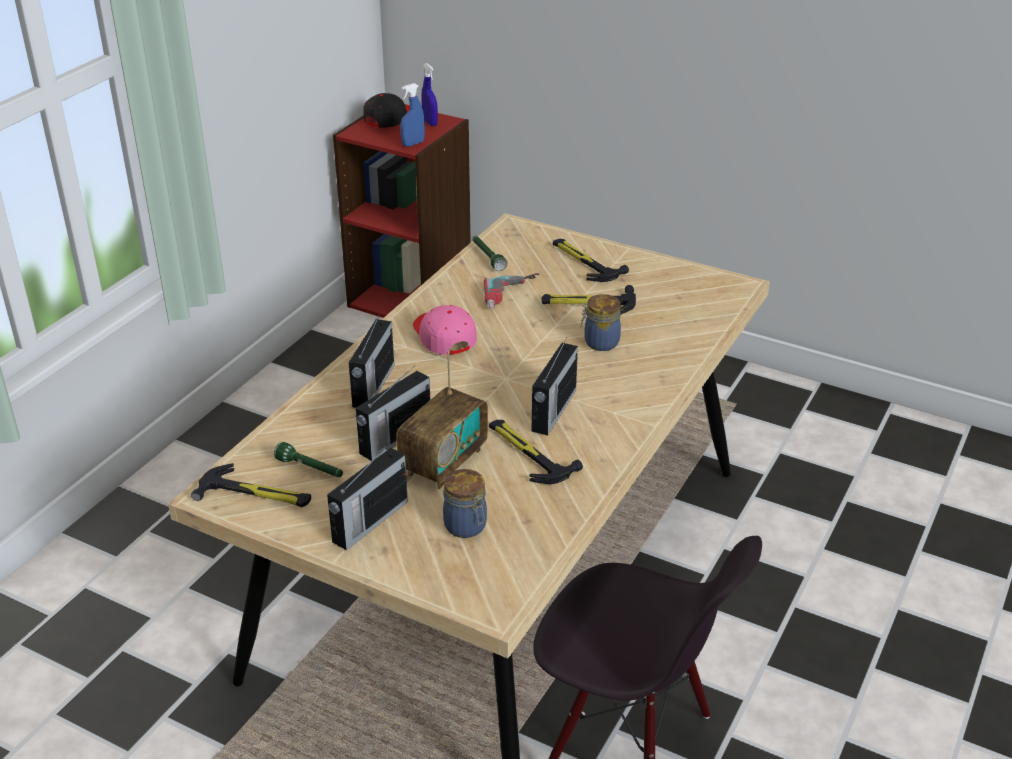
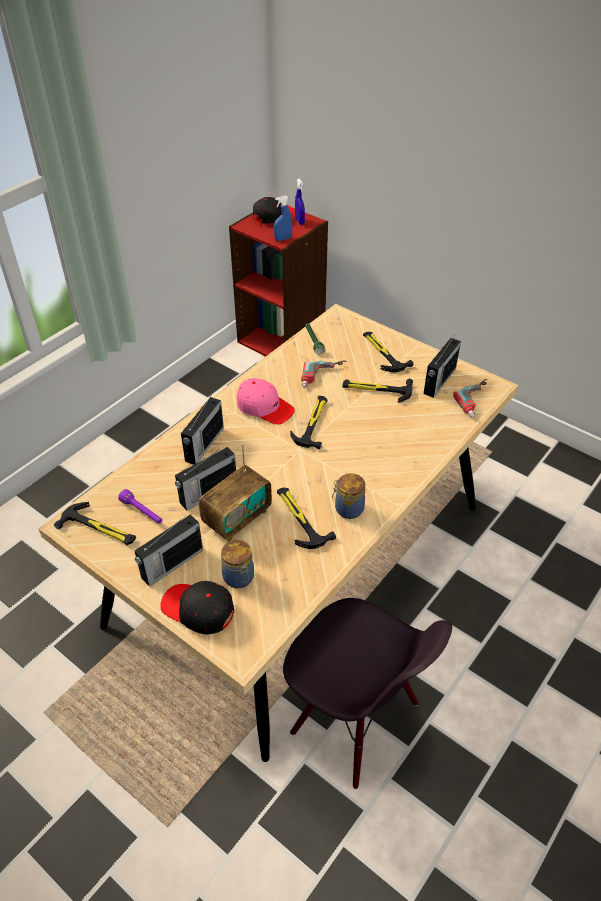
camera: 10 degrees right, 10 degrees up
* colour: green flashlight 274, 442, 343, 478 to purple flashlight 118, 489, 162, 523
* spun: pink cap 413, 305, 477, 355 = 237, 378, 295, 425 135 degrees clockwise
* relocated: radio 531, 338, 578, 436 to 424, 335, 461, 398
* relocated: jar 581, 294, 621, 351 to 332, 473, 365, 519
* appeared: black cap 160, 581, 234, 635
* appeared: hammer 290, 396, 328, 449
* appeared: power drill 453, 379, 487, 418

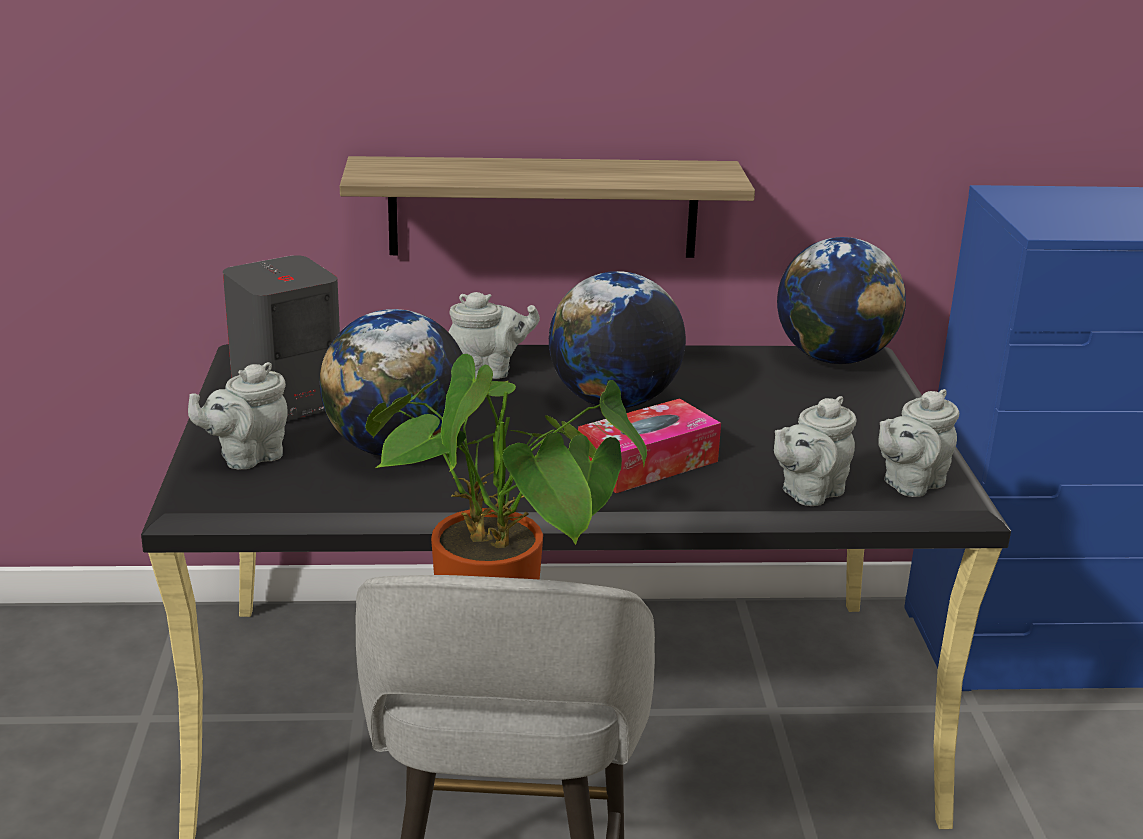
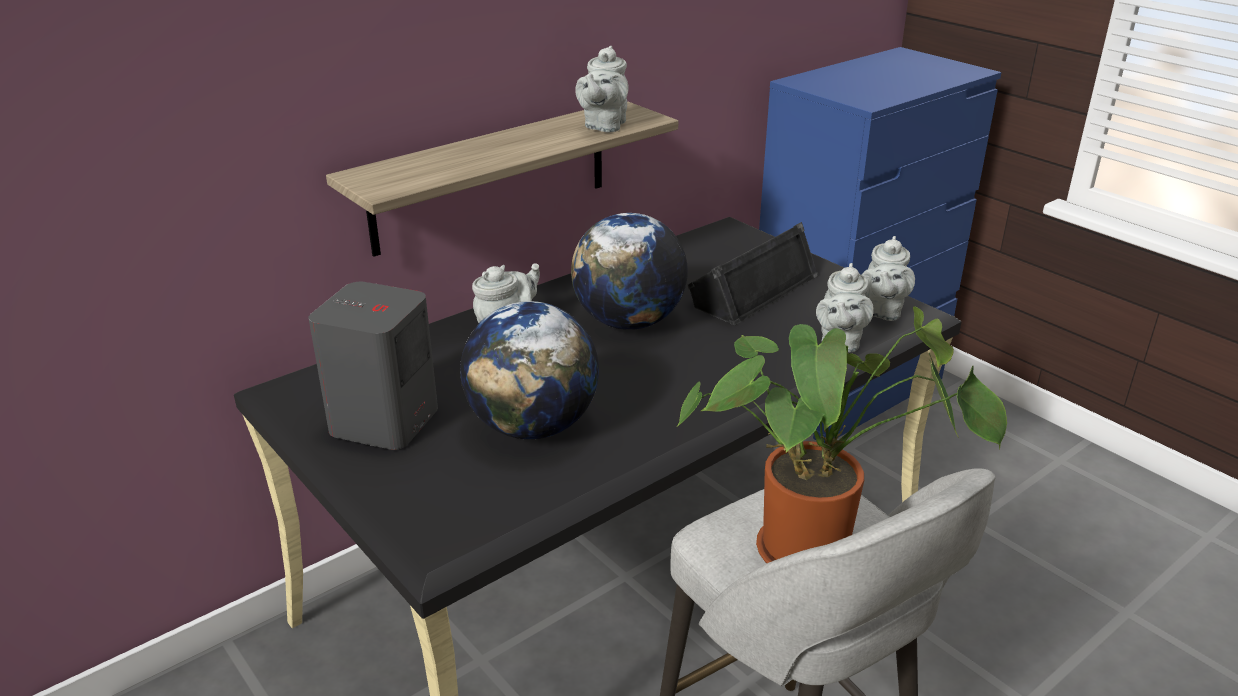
camera: 35 degrees left, 5 degrees up
* relocated: grey teapot 188, 362, 288, 470 to 575, 46, 629, 133
* missing: tissue box 578, 398, 721, 493
* missing: globe 777, 237, 906, 364
* appeared: black speaker 688, 222, 819, 326

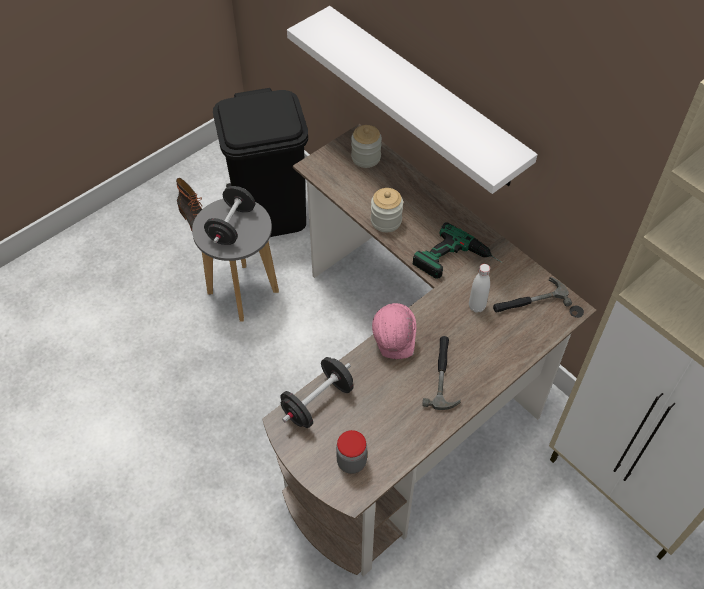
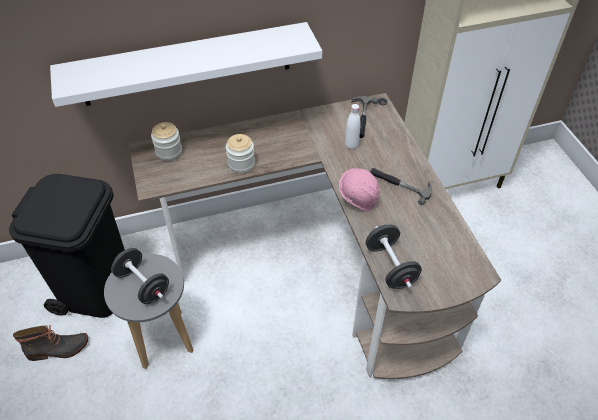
camera: 65 degrees left, 5 degrees down
* missing: jar 336, 430, 367, 474
* missing: power drill 413, 222, 501, 279

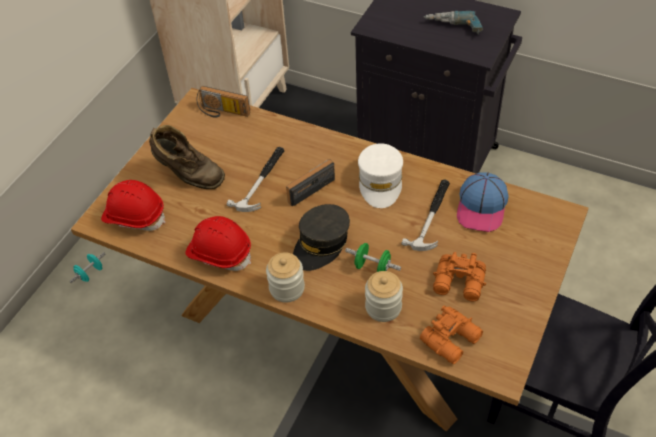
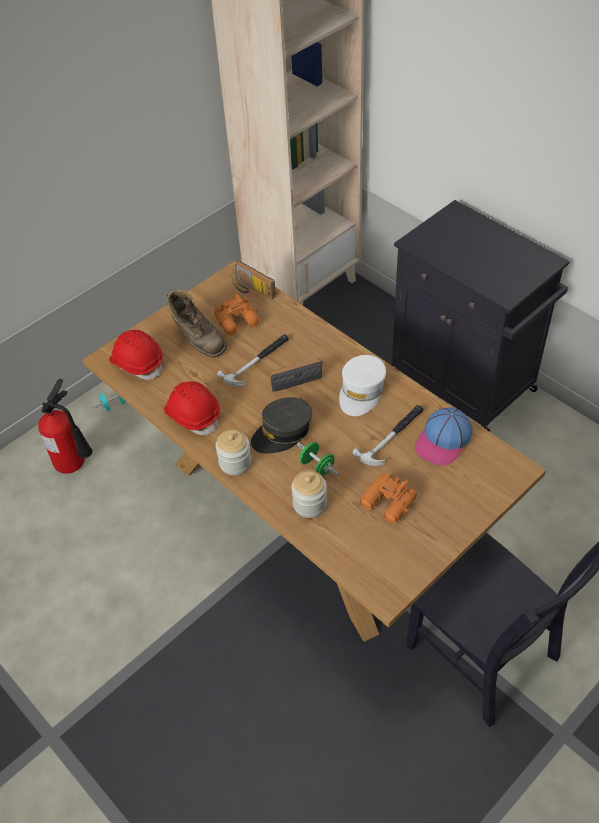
camera: 20 degrees right, 0 degrees up
* relocated: orange binoculars 420, 305, 483, 364 to 214, 293, 260, 335
* missing: power drill 424, 11, 483, 34
* appeared: fire extinguisher 38, 379, 93, 474

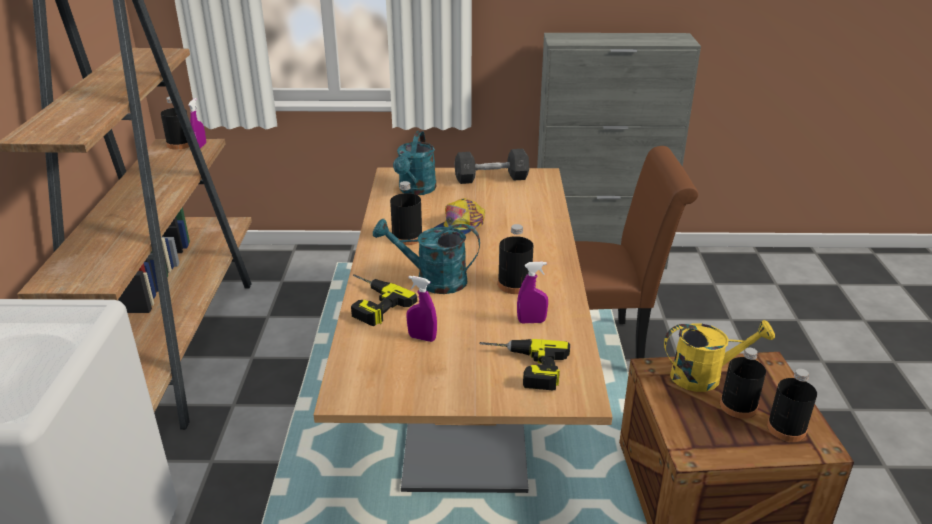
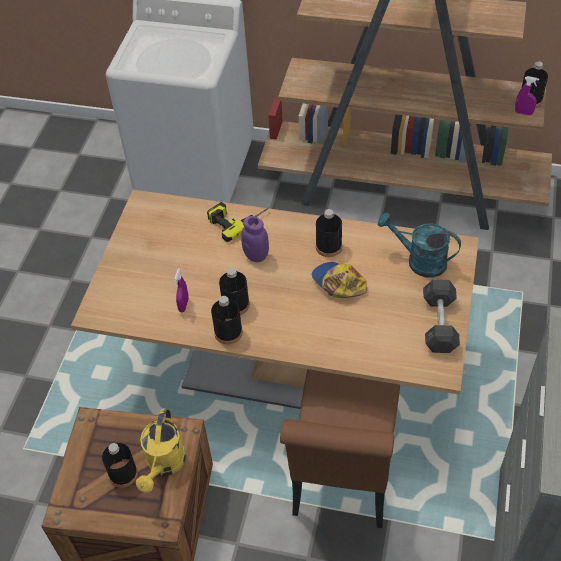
camera: 105 degrees right, 20 degrees up
* exchanged: turquoise watering can 373, 219, 480, 294 to purple jar 241, 216, 269, 262
* missing: purple spray bottle 406, 276, 437, 342
* missing: power drill 479, 339, 570, 390
* relocated: black bottle 767, 369, 817, 442 to 211, 296, 243, 345

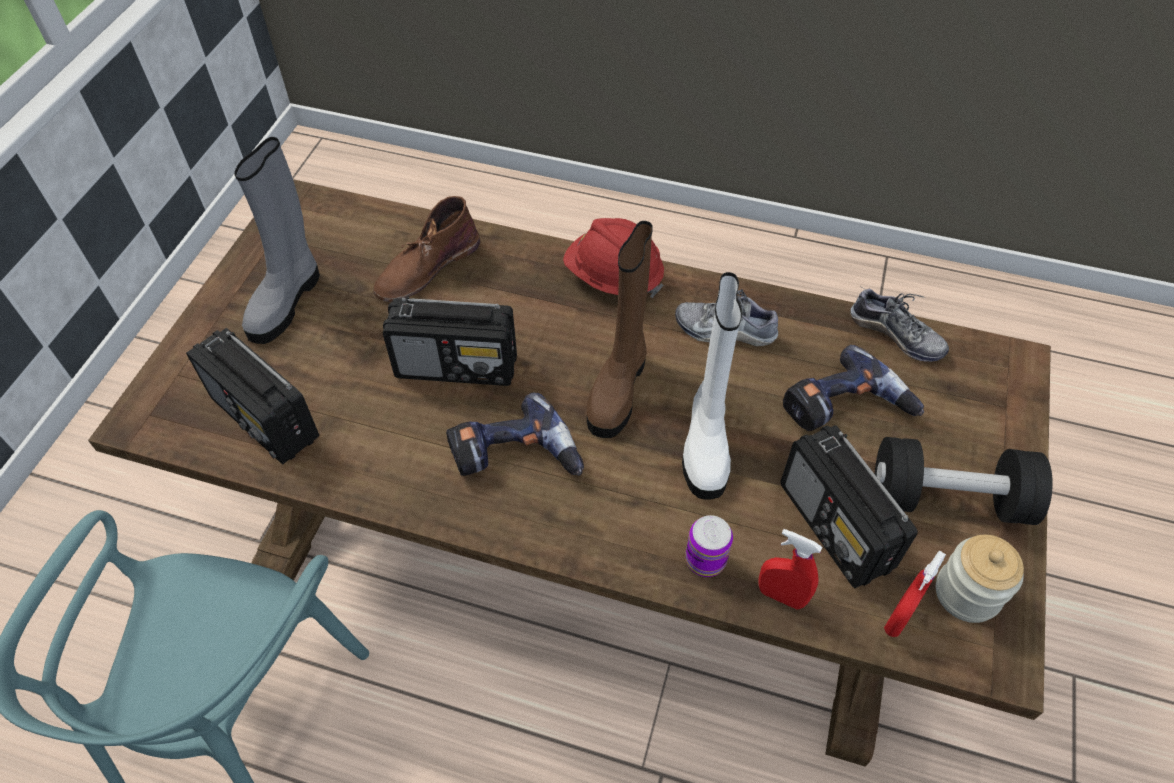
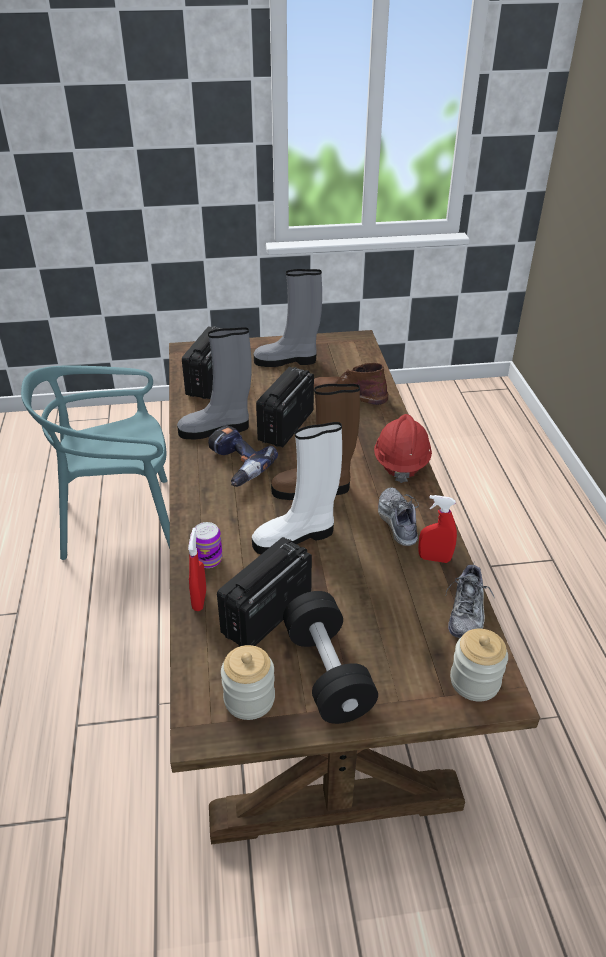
camera: 65 degrees right, 15 degrees down
* spun: radio 383, 296, 517, 386 = 256, 367, 314, 447 45 degrees clockwise
* missing: power drill 783, 345, 924, 431
* relocated: red spray bottle 884, 550, 946, 637 to 418, 495, 457, 563
* appeared: grey boot 177, 327, 252, 439
* appeared: jar 450, 629, 508, 702

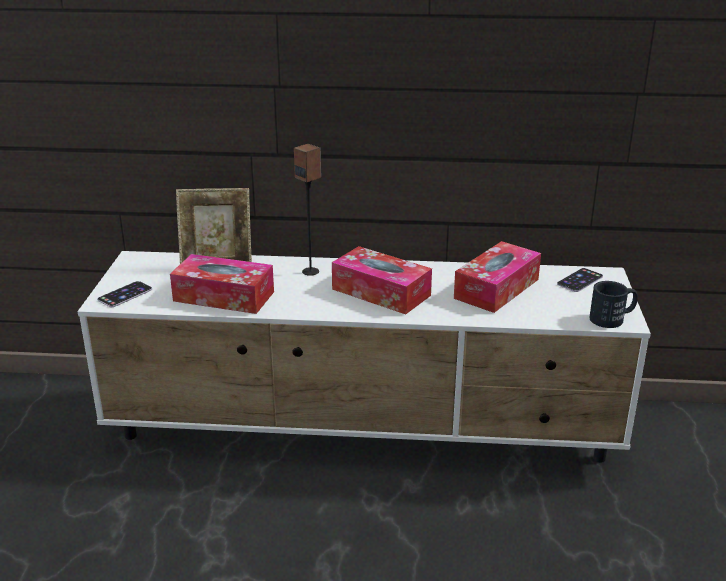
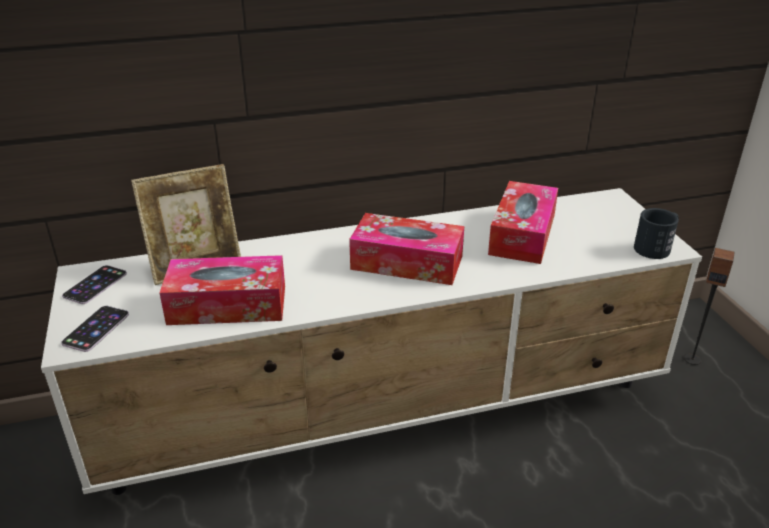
camera: 20 degrees left, 5 degrees up
* relocated: speaker 294, 144, 321, 276 to 684, 248, 735, 365
* relocated: phone 557, 268, 603, 292 to 62, 265, 127, 304

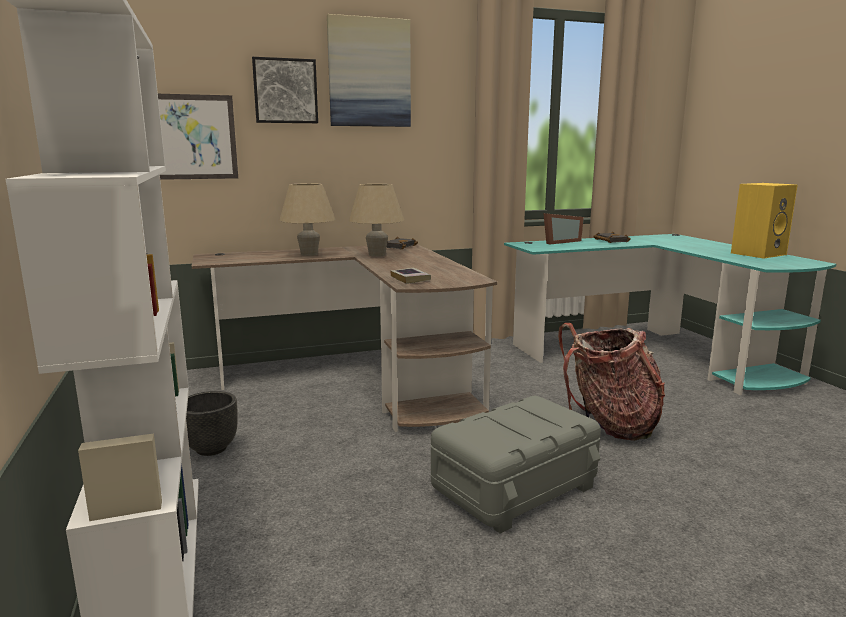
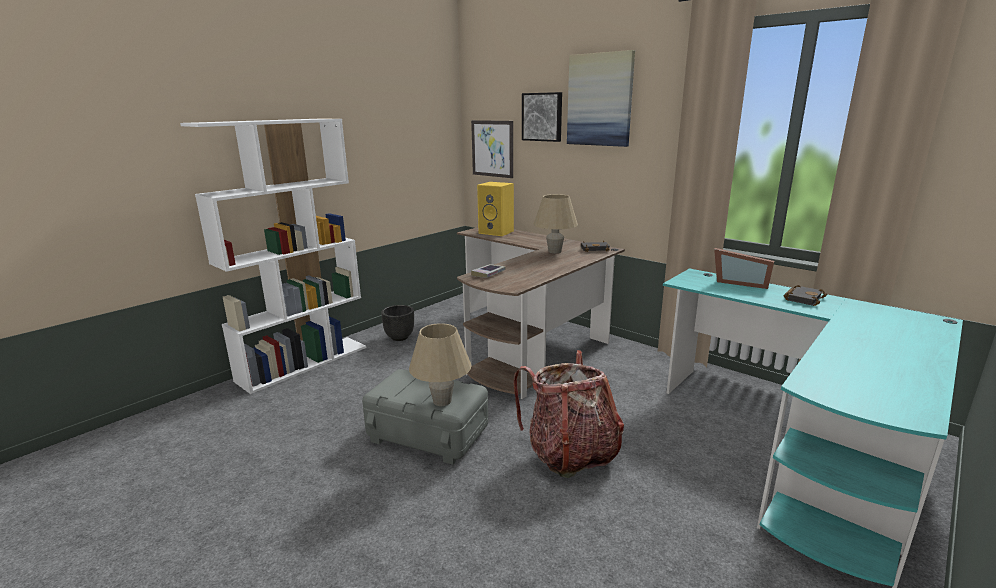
camera: 60 degrees right, 5 degrees up
* relocated: beige table lamp 279, 183, 335, 256 to 409, 323, 472, 406
* relocated: yellow speaker 731, 183, 798, 258 to 477, 182, 514, 236

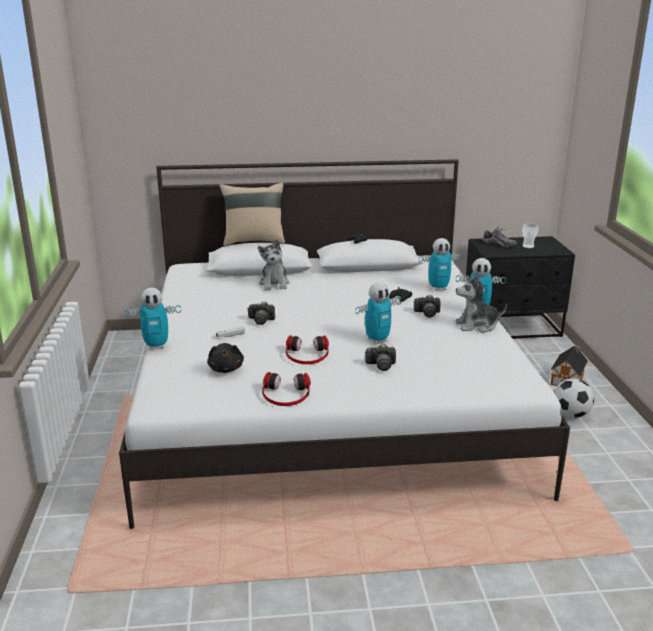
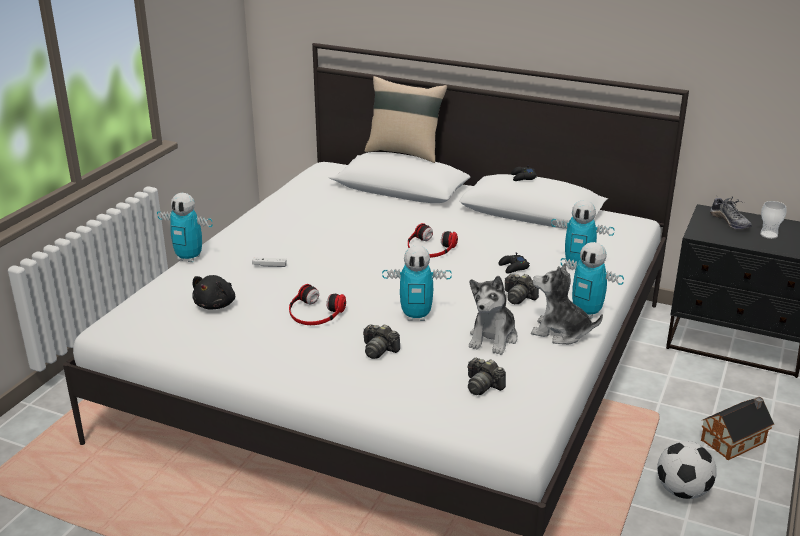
camera: 30 degrees right, 5 degrees up
* relocated: photo camera 247, 301, 275, 325 to 468, 358, 506, 395
* relocated: plush toy 258, 239, 290, 290 to 469, 276, 518, 355
* relocated: headphones 262, 372, 311, 406 to 408, 223, 458, 258

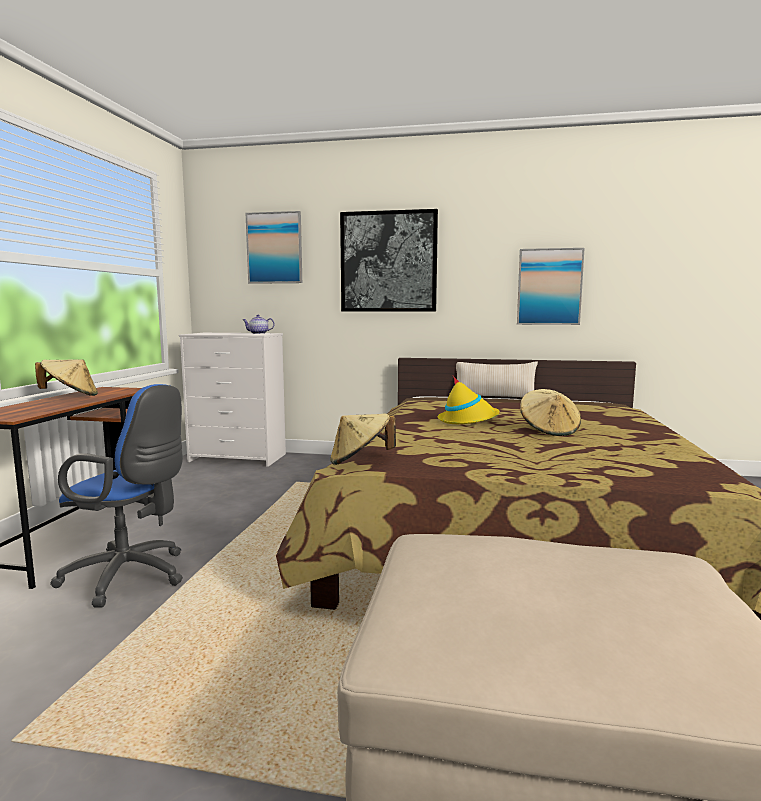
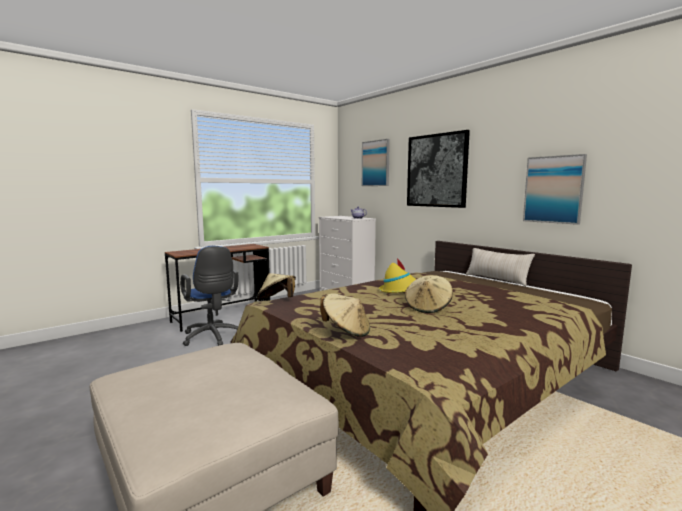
camera: 40 degrees right, 0 degrees up
* relocated: beige hat 35, 359, 98, 396 to 320, 293, 370, 337

